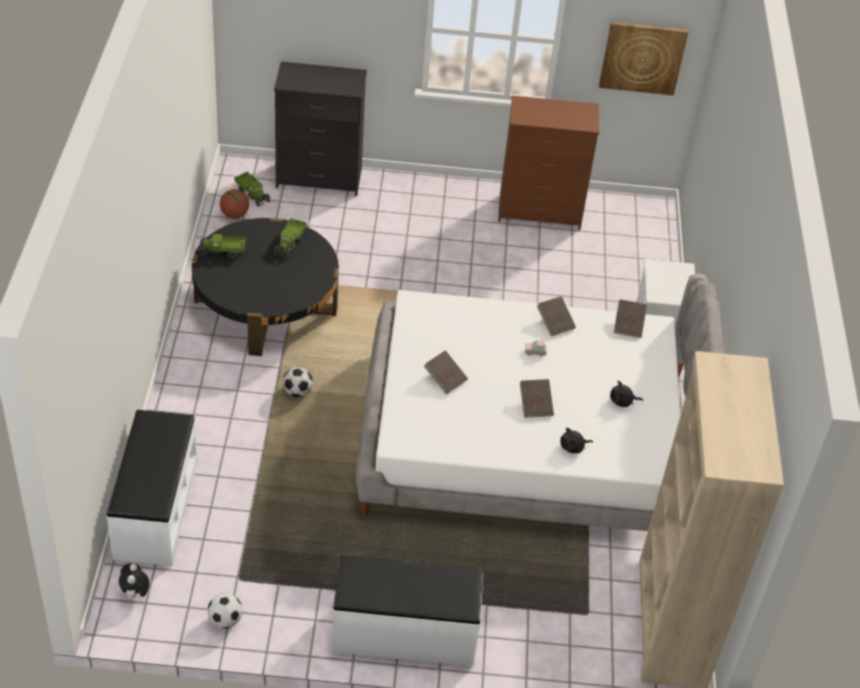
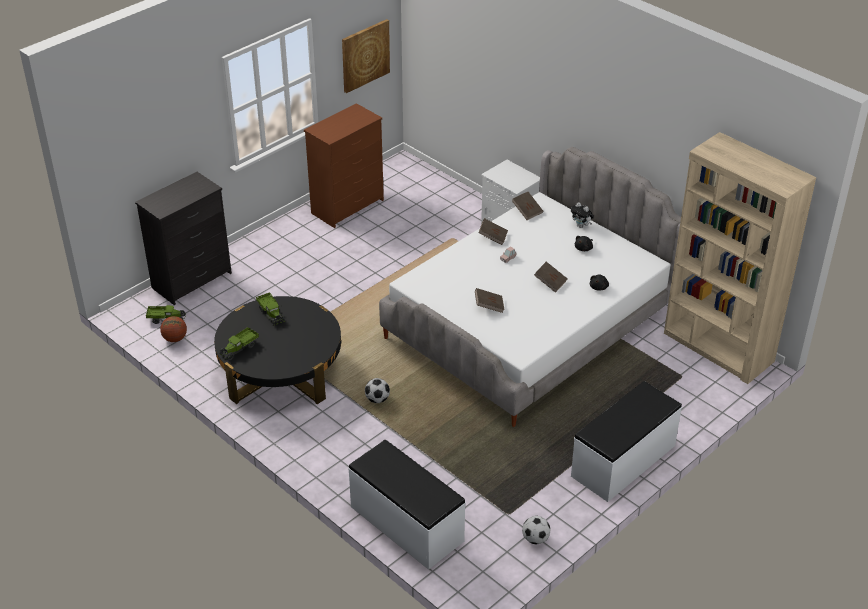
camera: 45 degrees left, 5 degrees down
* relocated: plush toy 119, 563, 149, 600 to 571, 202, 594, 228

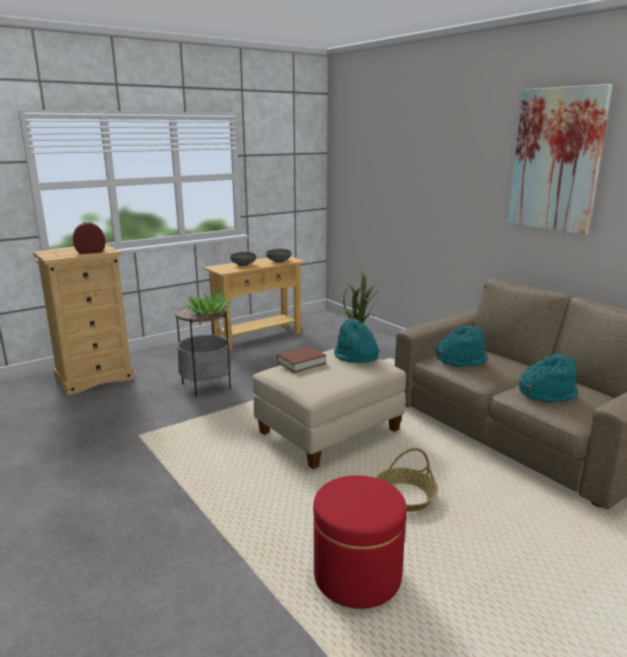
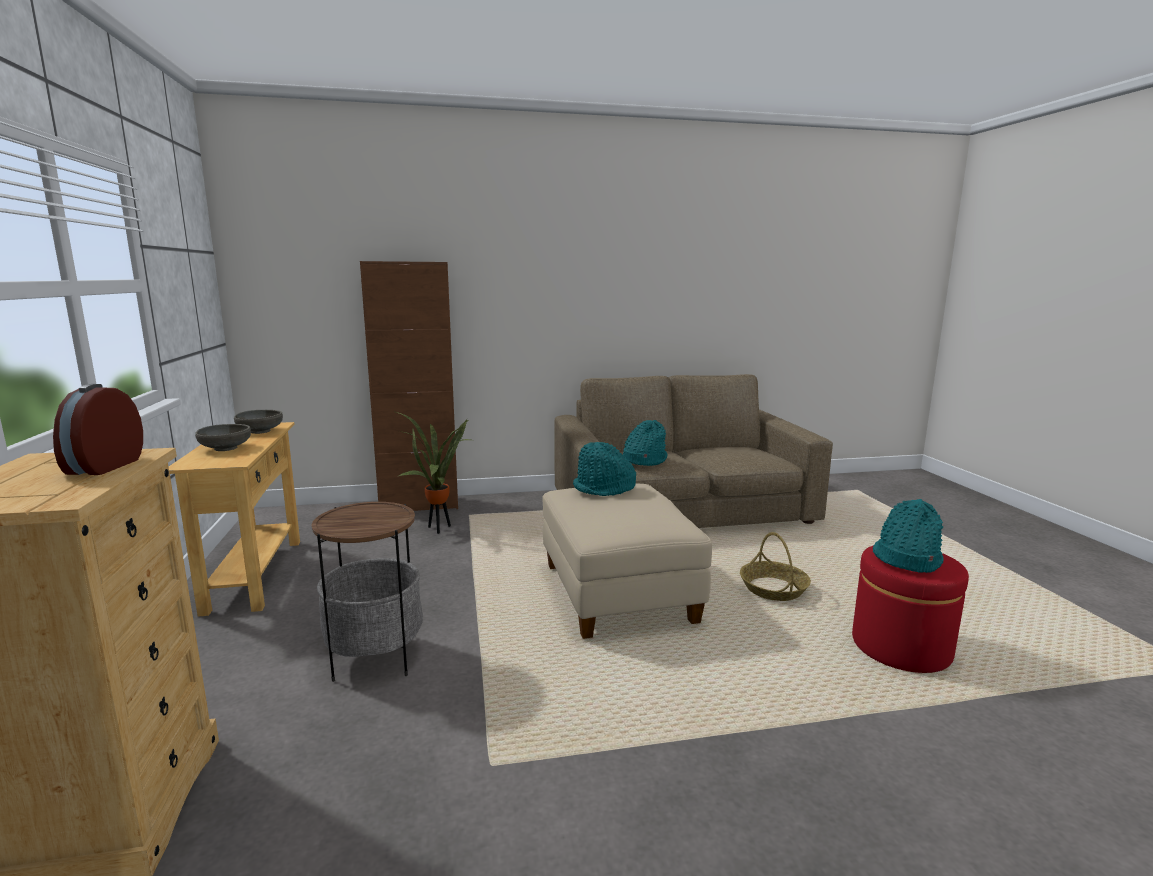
camera: 65 degrees left, 5 degrees down
* missing: potted plant 184, 289, 231, 315
* missing: brown book 277, 346, 326, 373
* missing: picture 508, 84, 613, 235
* relocated: turquoise hat 519, 354, 578, 403 to 873, 499, 944, 573
* appeared: brown cabinet 360, 261, 458, 511

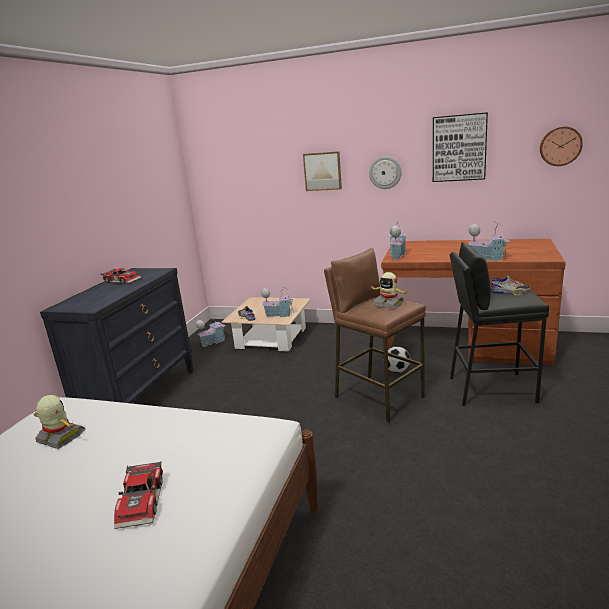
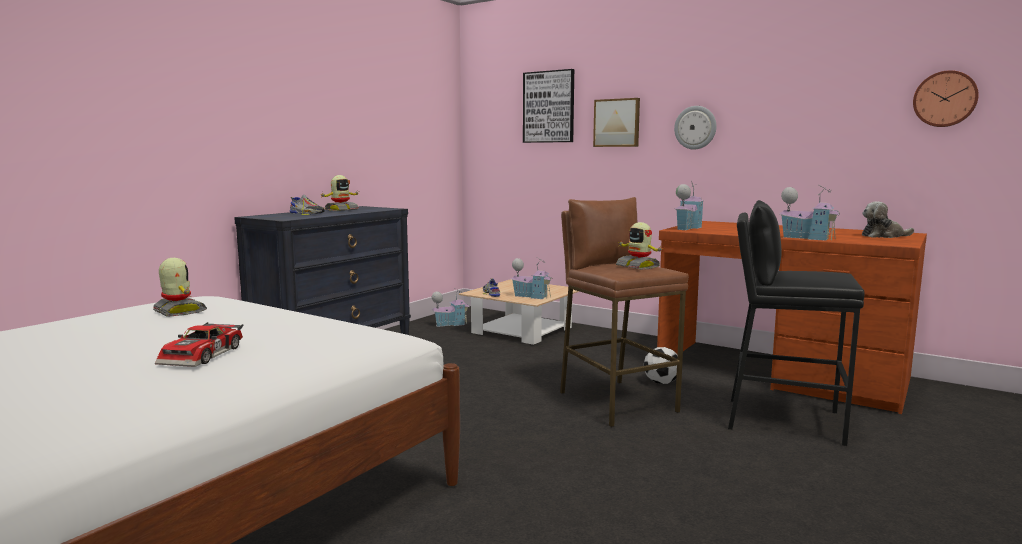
camera: 15 degrees right, 10 degrees down
* exchanged: toy car 101, 268, 141, 284 to toy robot 319, 175, 360, 211
* relocated: picture 433, 112, 488, 182 to 523, 69, 574, 143
* relocated: shoe 491, 276, 530, 295 to 289, 195, 325, 215
* appeared: plush toy 862, 201, 914, 238

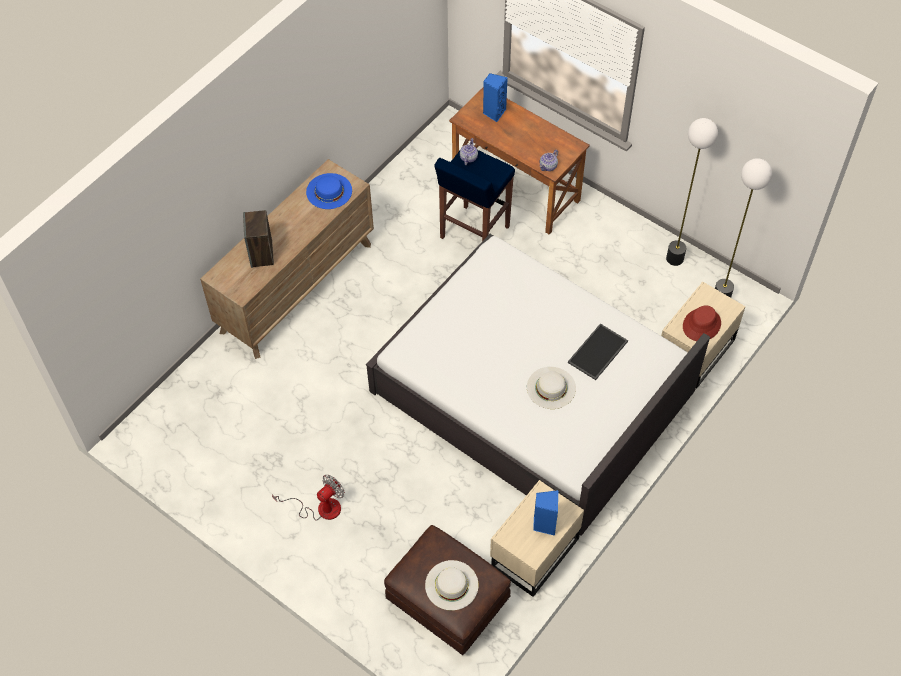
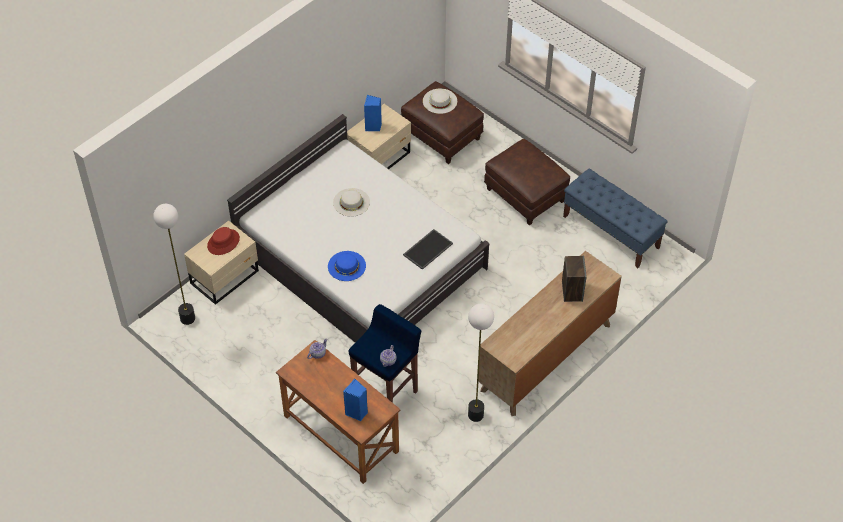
camera: 175 degrees left, 5 degrees down
* exchanged: fan 272, 475, 345, 521 to brown ottoman 484, 139, 570, 226
* relocated: blue hat 306, 173, 352, 209 to 328, 251, 366, 281
* relocated: tray 568, 324, 628, 380 to 403, 229, 453, 270
* relocated: floor lamp 666, 118, 718, 266 to 468, 303, 494, 422
* appeared: blue bench 563, 168, 668, 268

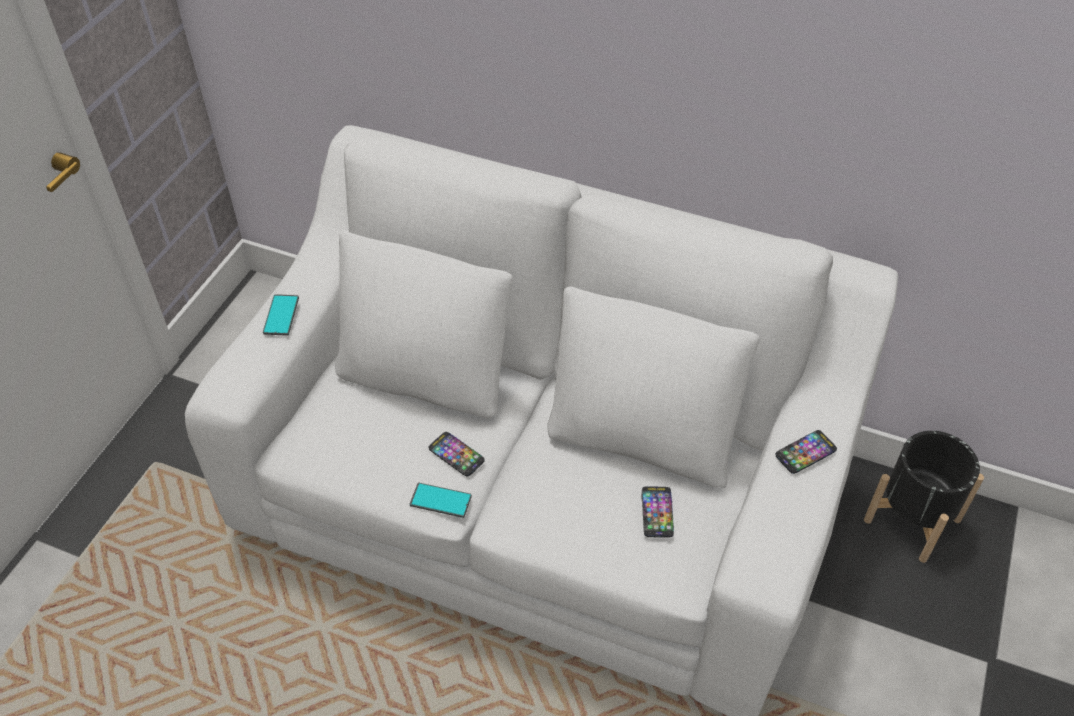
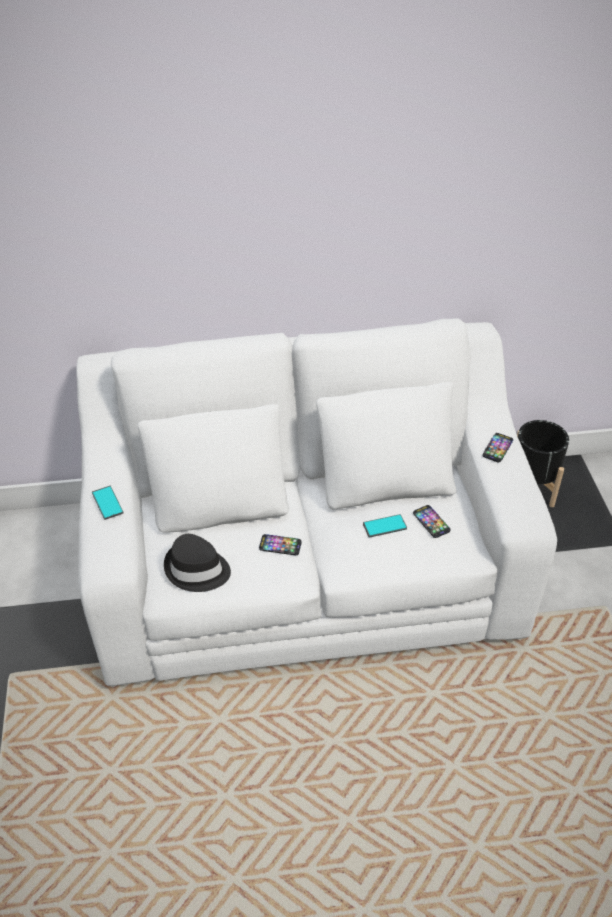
camera: 30 degrees left, 5 degrees down
* relocated: phone 410, 483, 472, 518 to 363, 514, 407, 538
* appeared: black hat 164, 534, 231, 592

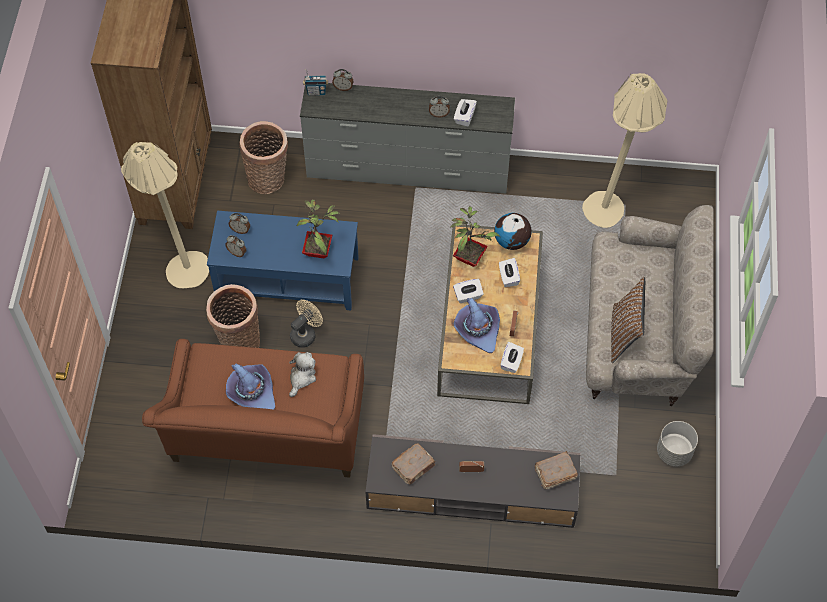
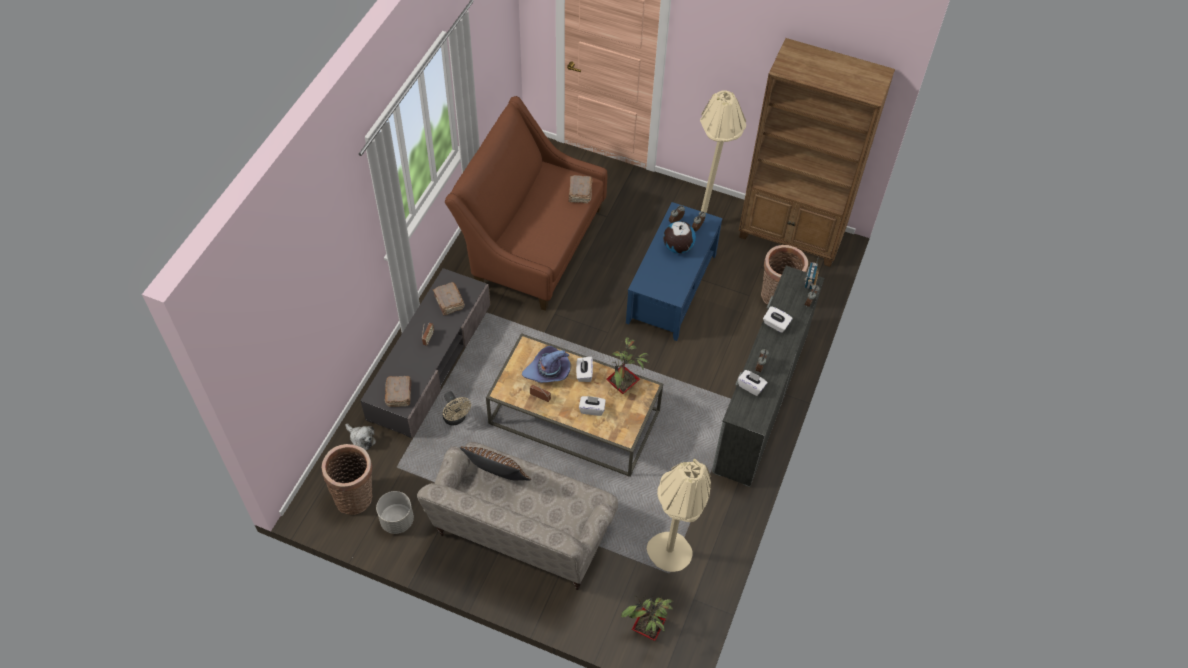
camera: 105 degrees right, 5 degrees down
* relocated: basket 206, 284, 260, 348 to 321, 444, 372, 515
* missing: purple hat 226, 364, 275, 409
* relocated: plush toy 289, 352, 316, 397 to 345, 423, 376, 450
* relocated: beige fan 290, 299, 323, 348 to 442, 391, 471, 426
* relocated: potted plant 297, 199, 340, 258 to 620, 596, 674, 641
* relocated: globe 494, 213, 532, 250 to 663, 221, 696, 254
* relocated: white tissue box 500, 342, 524, 373 to 763, 306, 792, 333
* appeared: brown book 569, 175, 592, 204

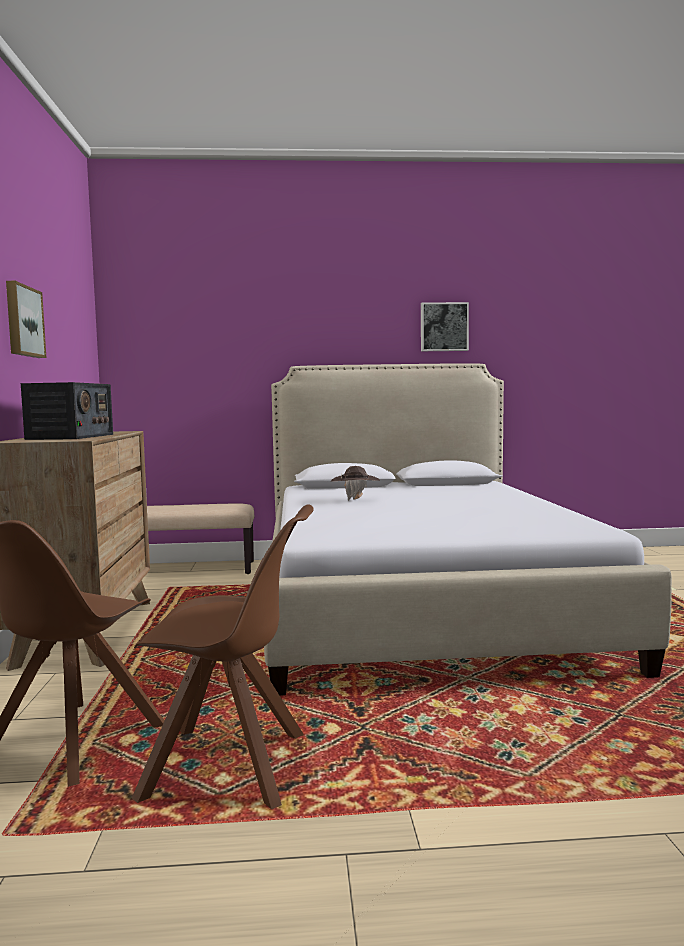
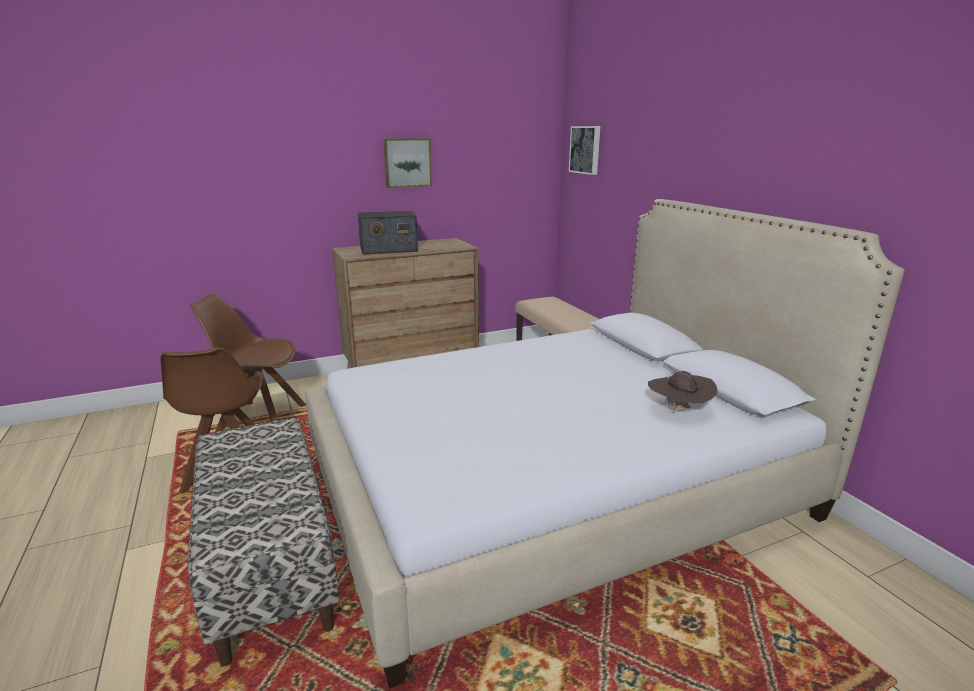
camera: 70 degrees right, 15 degrees up
* relocated: brown hat 330, 466, 381, 501 to 648, 371, 717, 411
* relocated: picture 421, 302, 469, 351 to 569, 126, 600, 175
* appeared: bench 188, 418, 340, 666

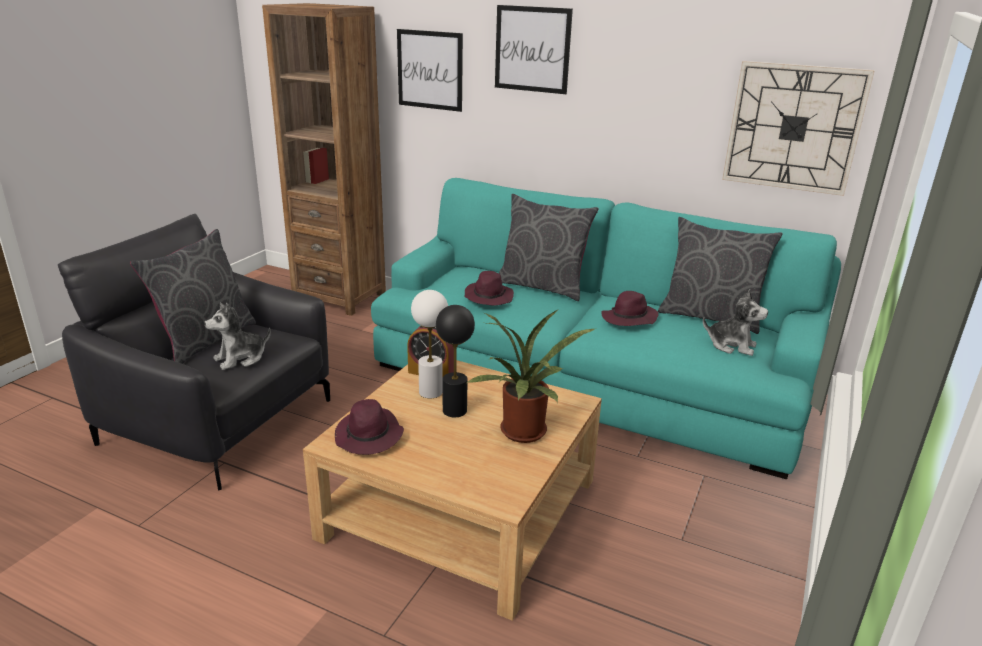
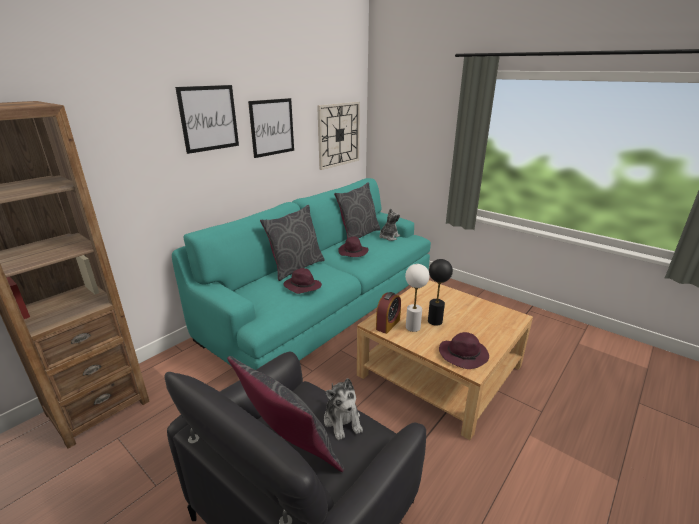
camera: 75 degrees left, 0 degrees up
* relocated: picture 397, 29, 463, 112 to 248, 98, 294, 158
* missing: potted plant 467, 310, 594, 443

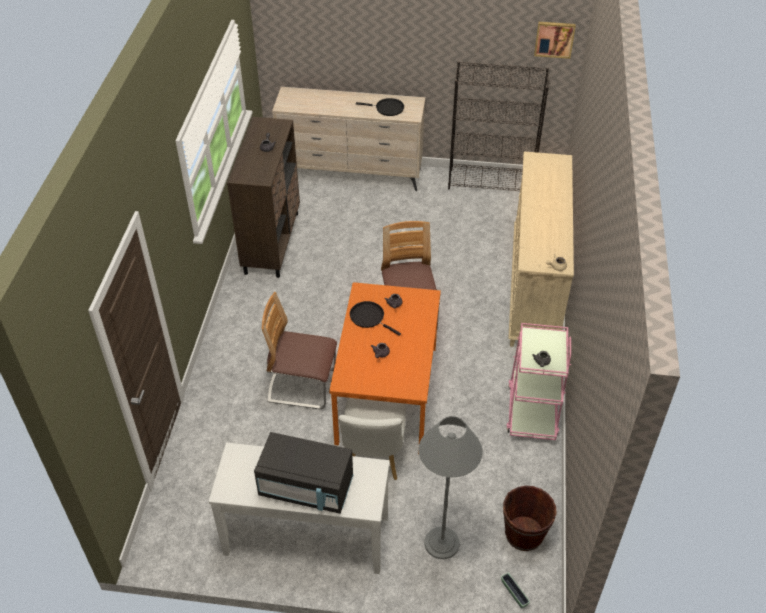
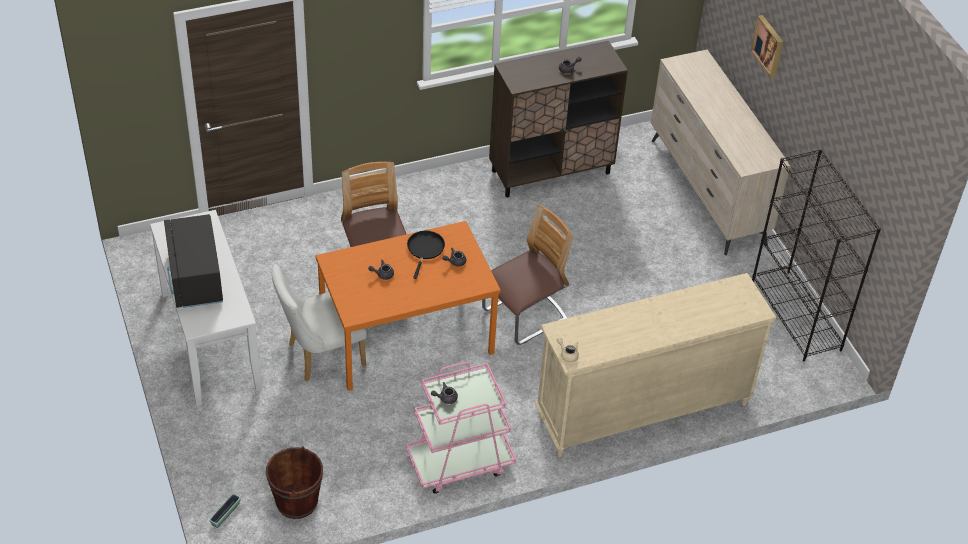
camera: 60 degrees right, 0 degrees up
* missing: black frying pan 356, 98, 404, 116
* missing: grey floor lamp 419, 416, 483, 559
* relocated: picture 534, 22, 576, 59 to 751, 15, 783, 78

